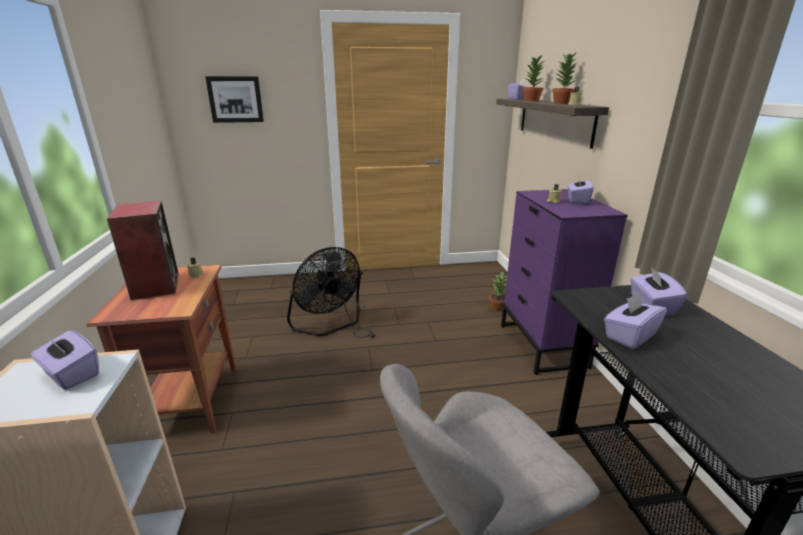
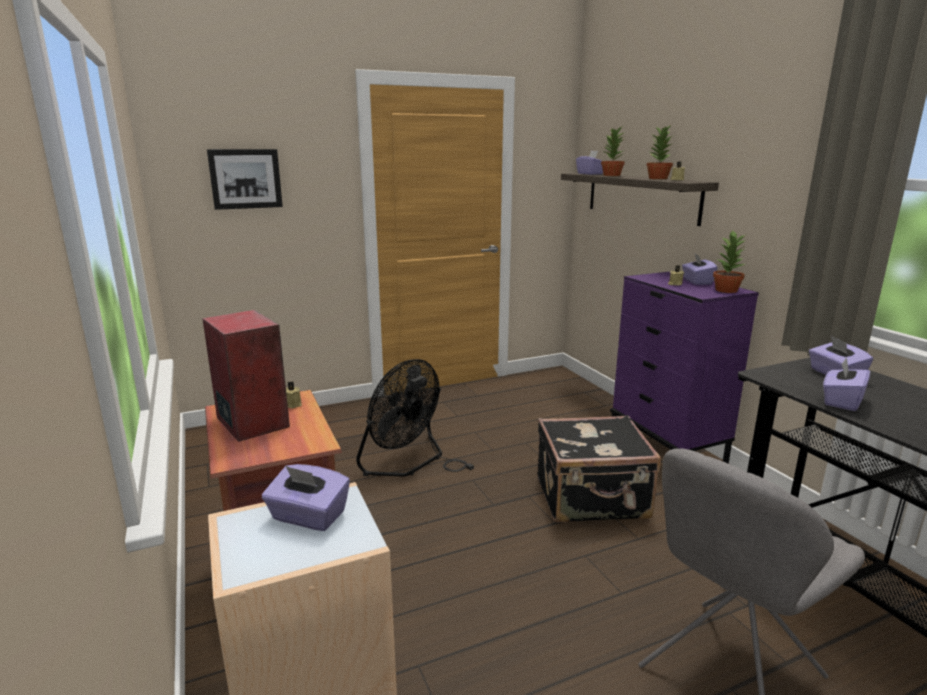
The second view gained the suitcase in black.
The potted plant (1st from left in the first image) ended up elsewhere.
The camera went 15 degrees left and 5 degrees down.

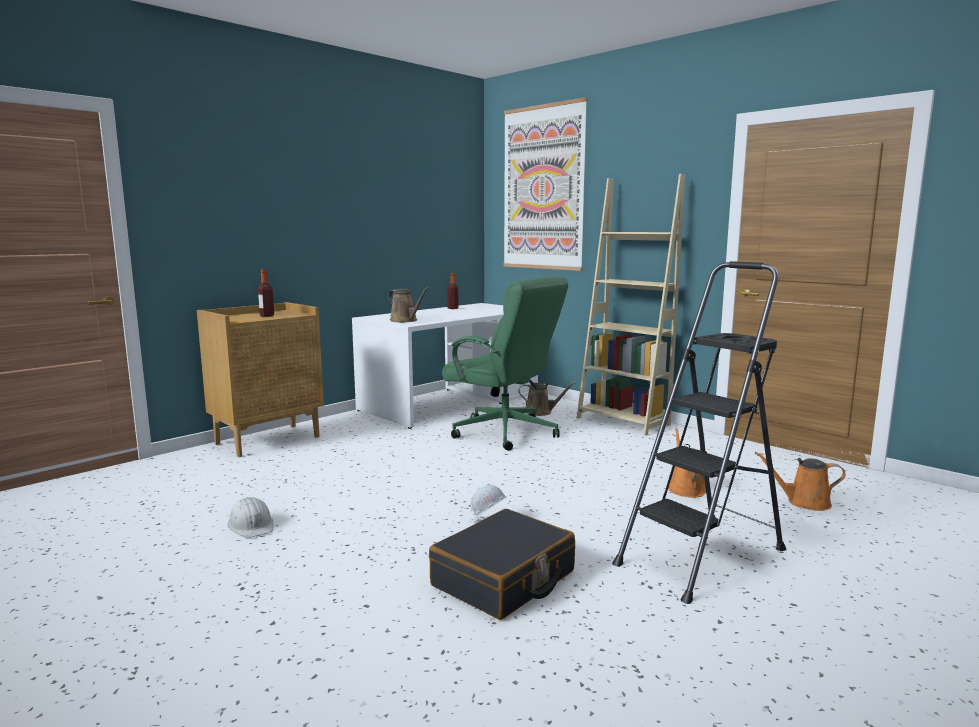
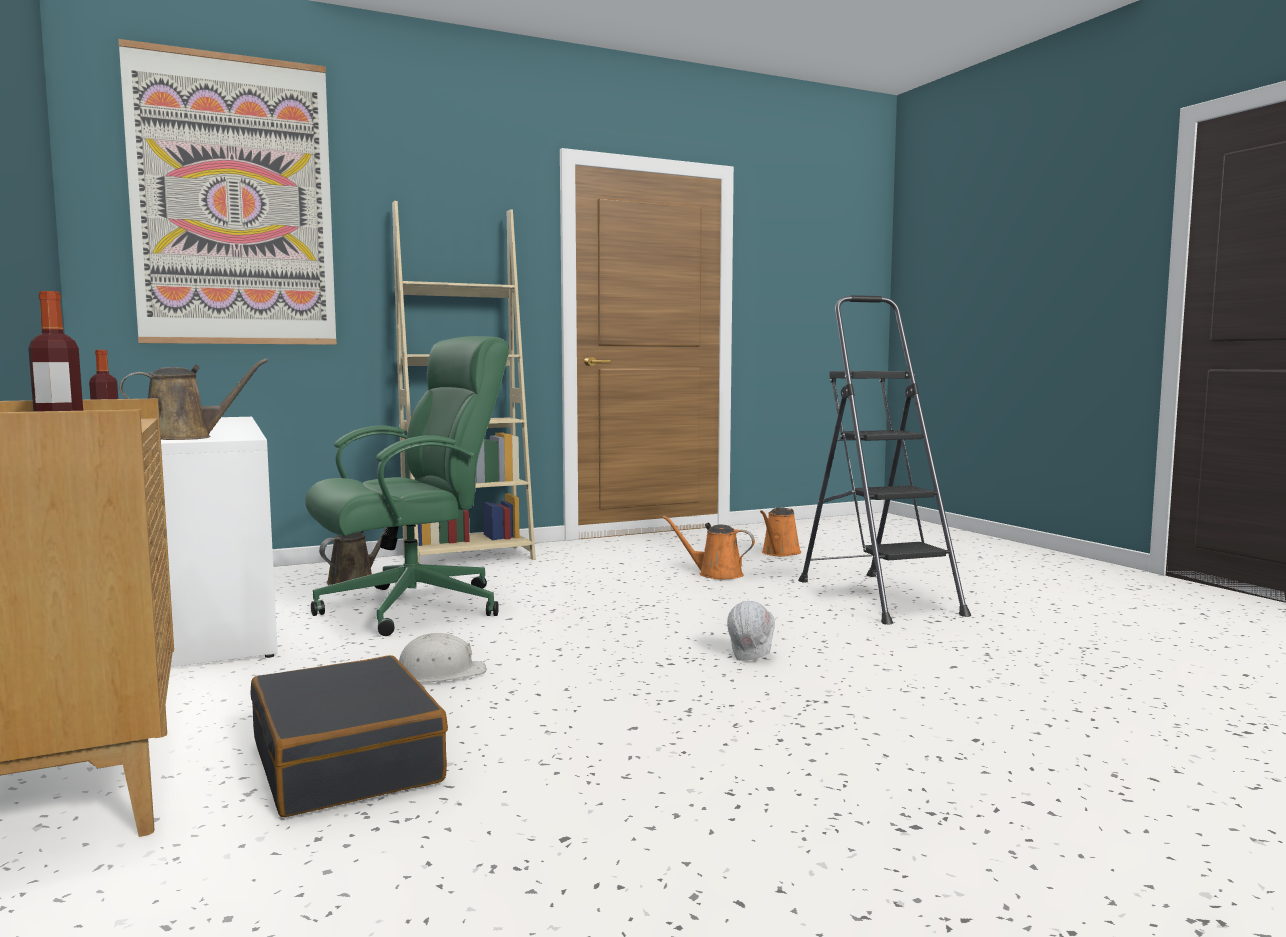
The suitcase in black ended up elsewhere.
The hard hat in white (1st from left) ended up elsewhere.
The camera went 70 degrees left and 5 degrees down.

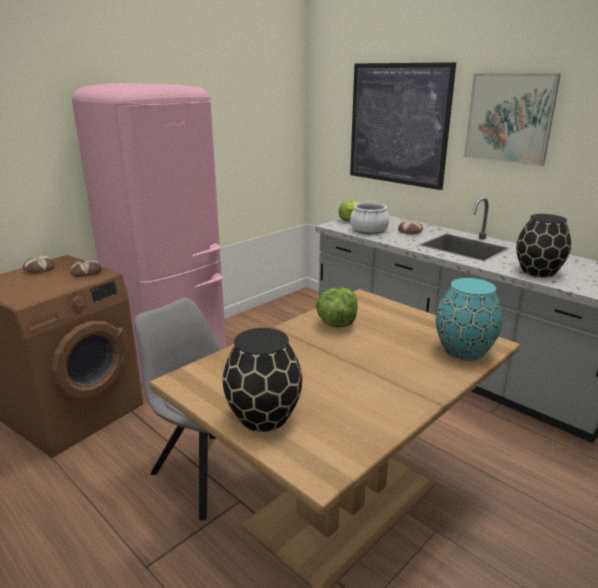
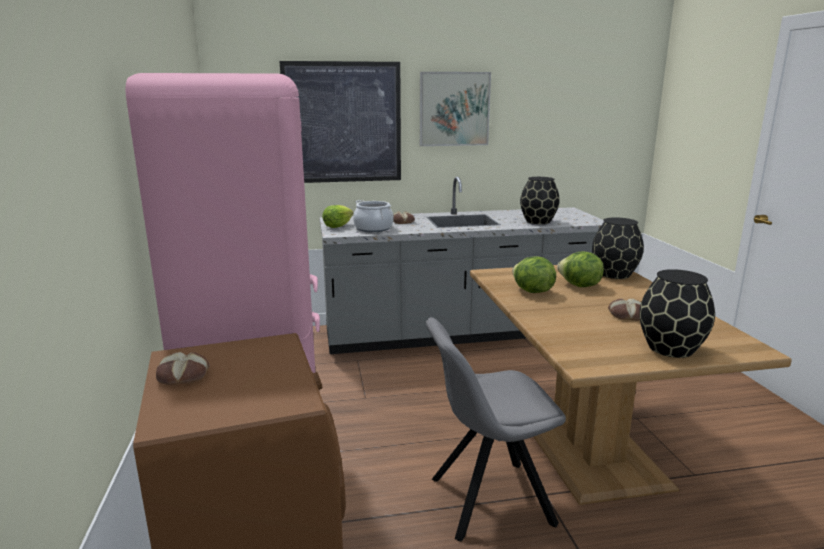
The second view gained the lettuce (3rd from left).
What was the vase in turquoise turned into the vase in black (2nd from left).
The bread (2nd from left in the first image) ended up elsewhere.
The camera went 55 degrees left and 5 degrees down.

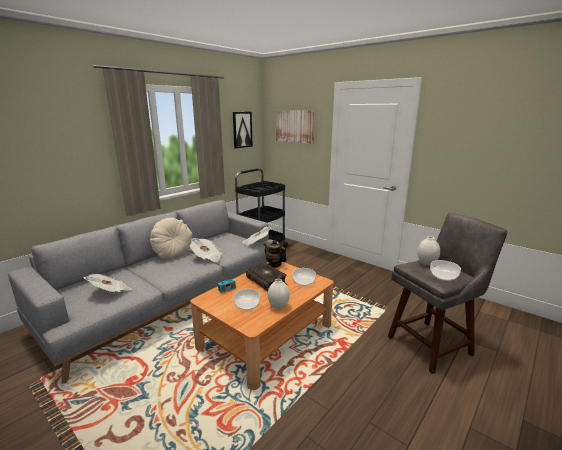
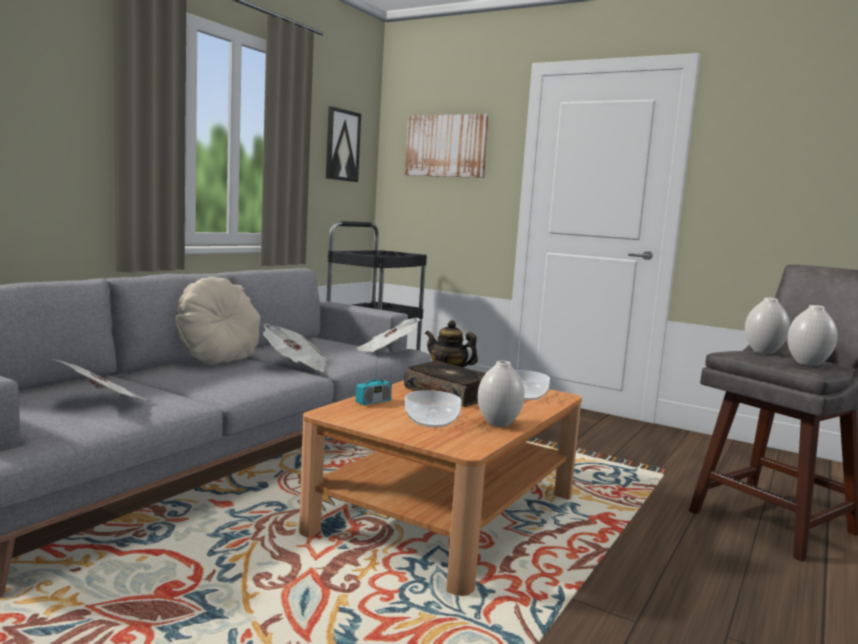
Where the bowl (3rd from left) stood, the vase in white (3rd from left) came to stand.
The camera went 10 degrees left and 10 degrees down.

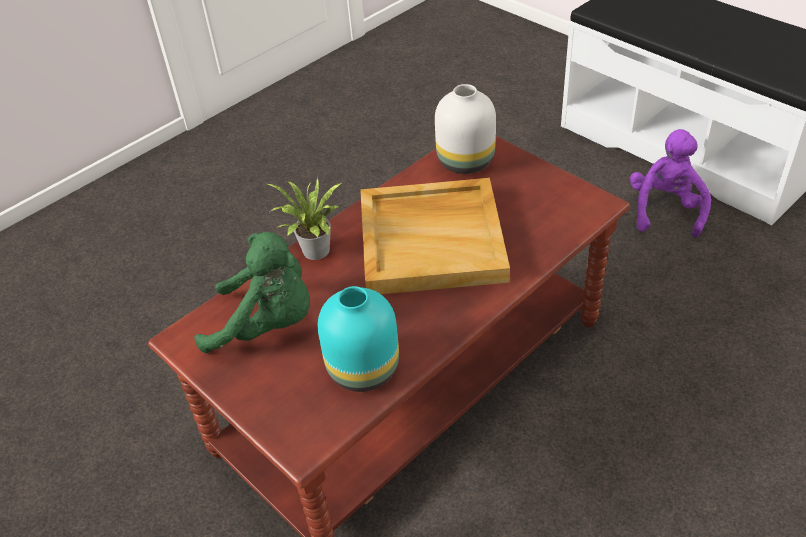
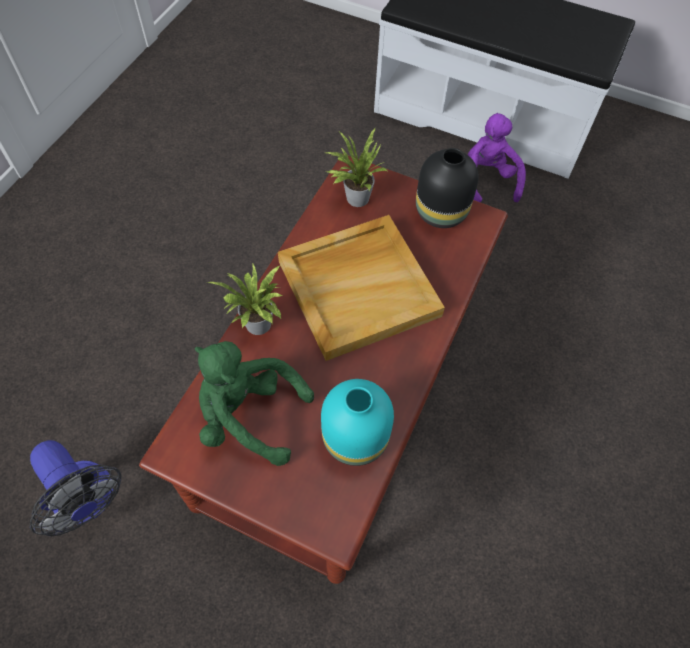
The second view gained the fan.
The plush toy in green ended up facing another way, 150 degrees counterclockwise from before.
Where the vase in white stood, the potted plant (2nd from left) came to stand.
The second view gained the vase in black.
The camera went 25 degrees left and 15 degrees up.

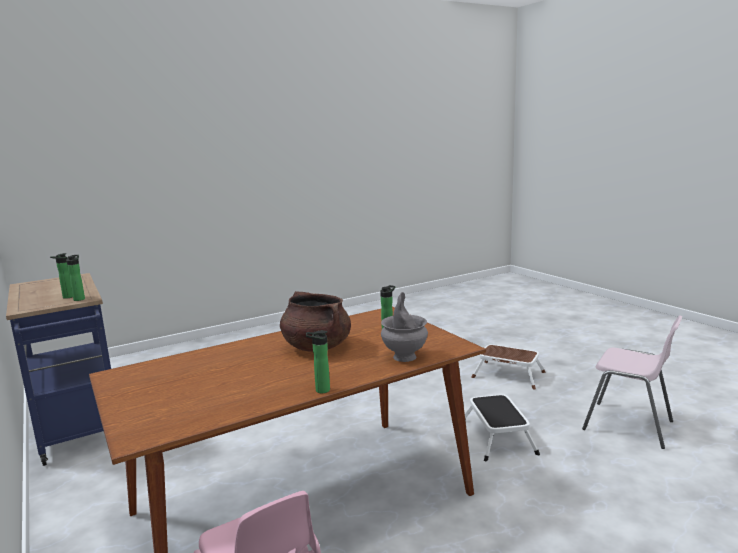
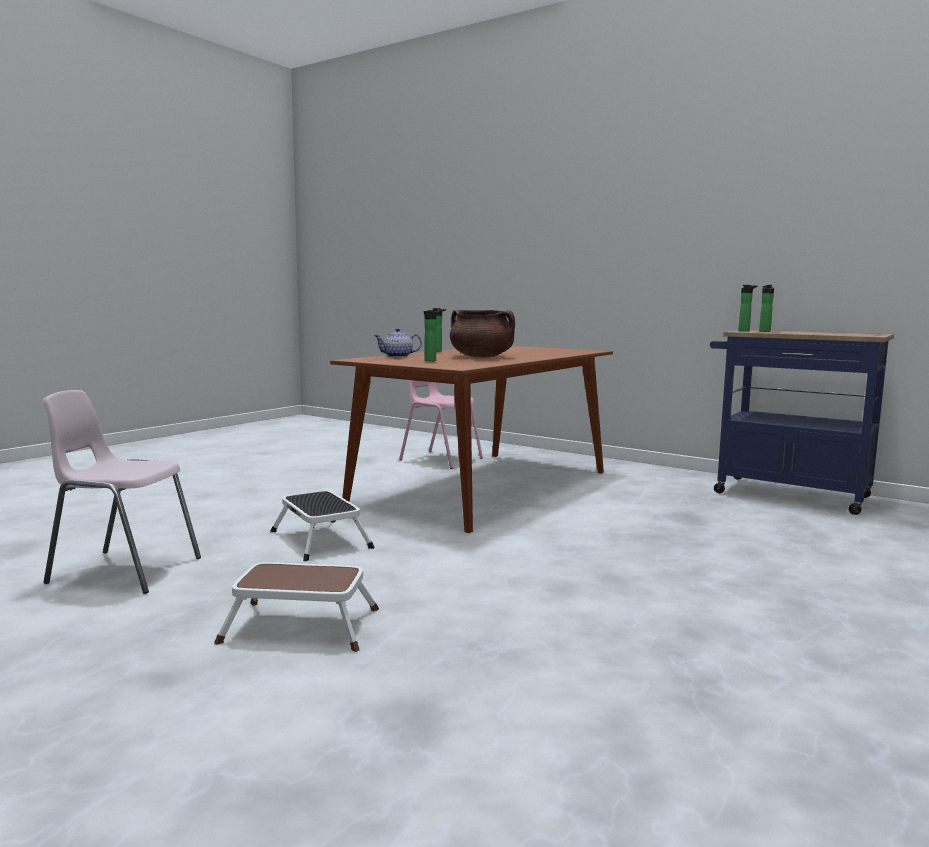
Where the vase in grey stood, the teapot came to stand.
The camera went 155 degrees right and 5 degrees down.

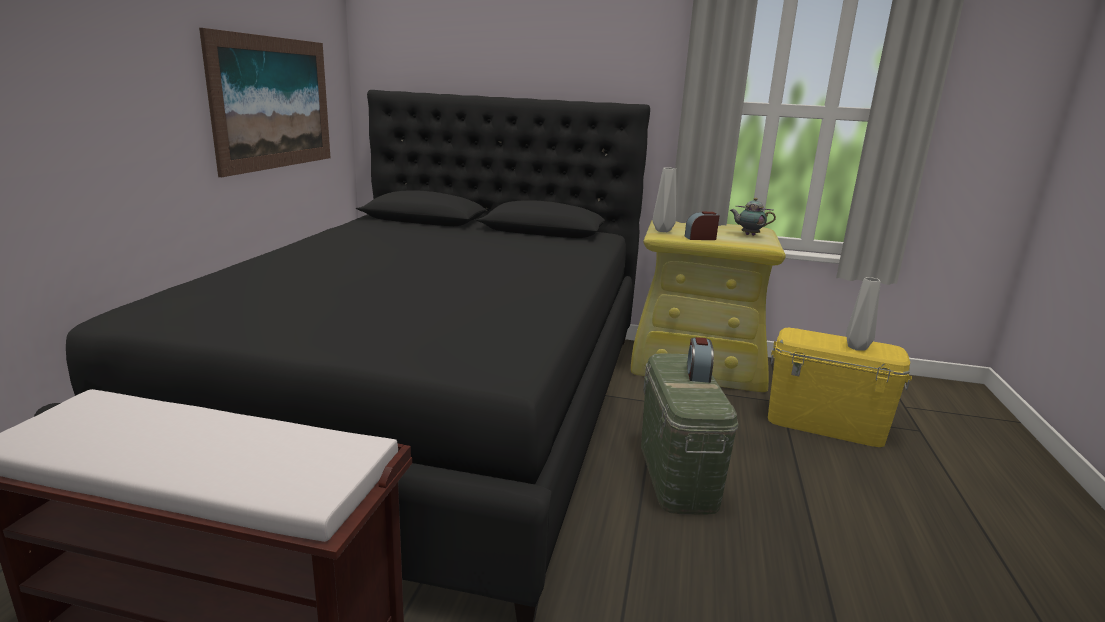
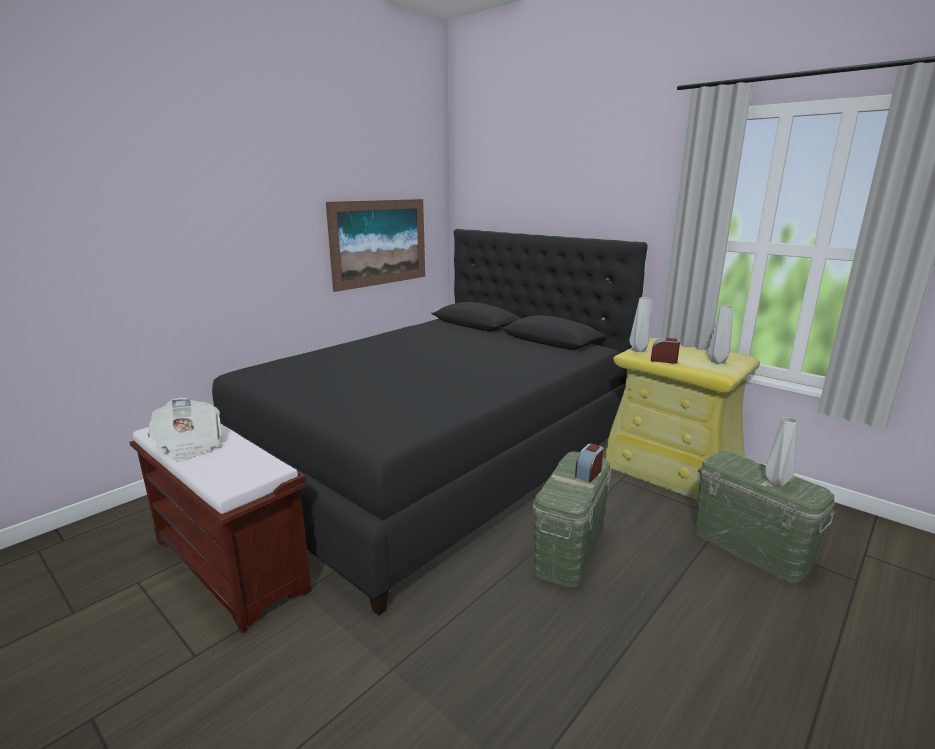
The second view gained the newspaper.
What was the storage box in yellow turned into the storage box in green (2nd from left).
Where the teapot stood, the vase in grey (2nd from left) came to stand.
The camera went 30 degrees right and 0 degrees up.

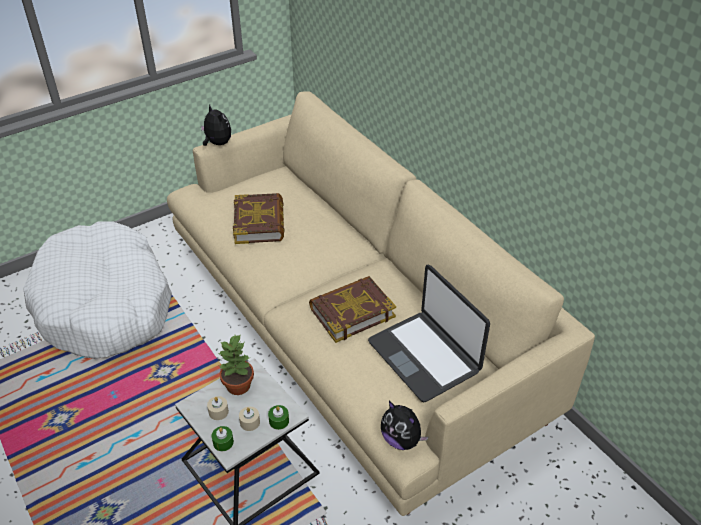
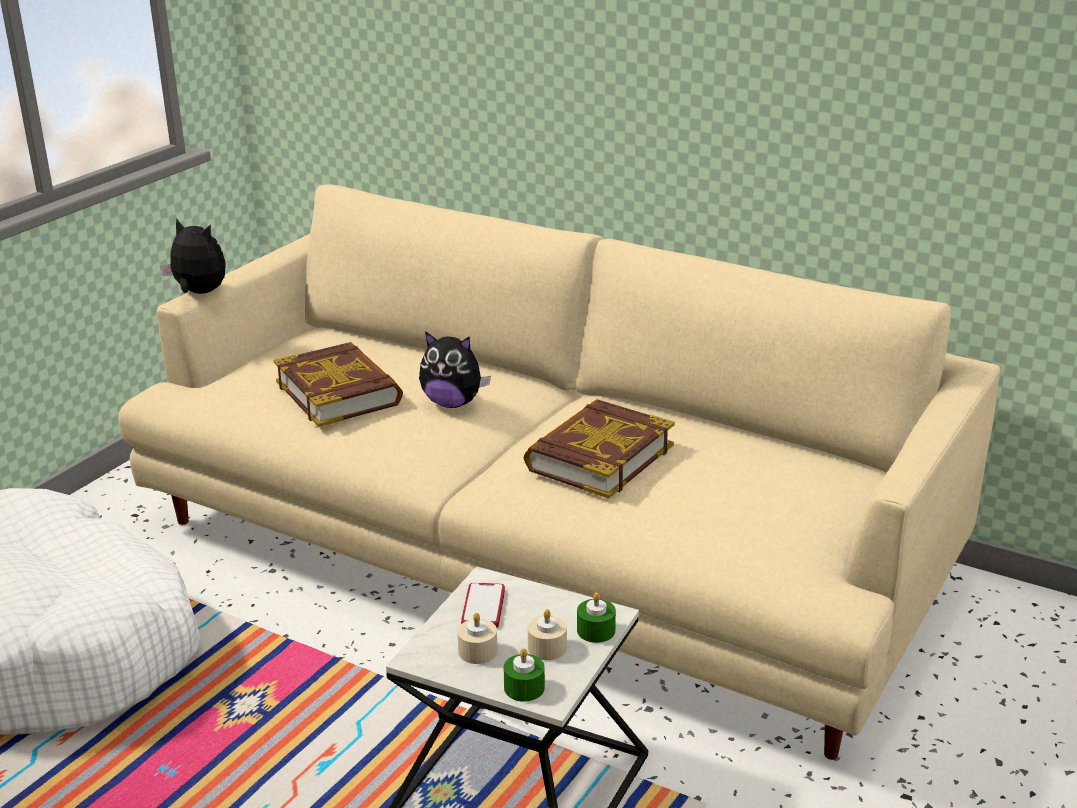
The plush toy (2nd from left) ended up elsewhere.
Where the potted plant stood, the phone came to stand.
The second view lost the laptop.
The camera went 25 degrees left and 15 degrees down.

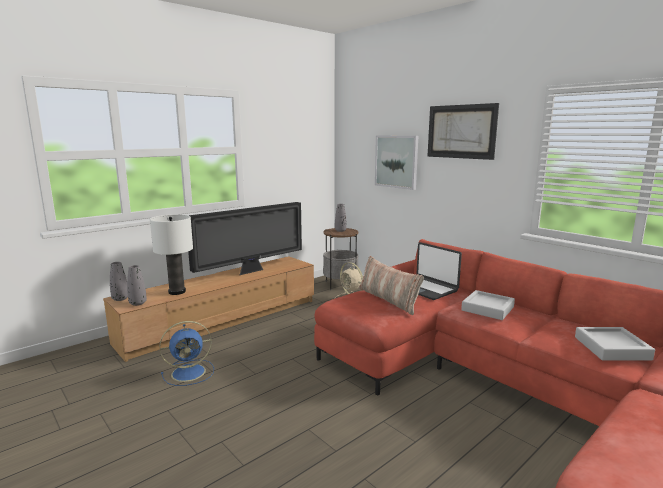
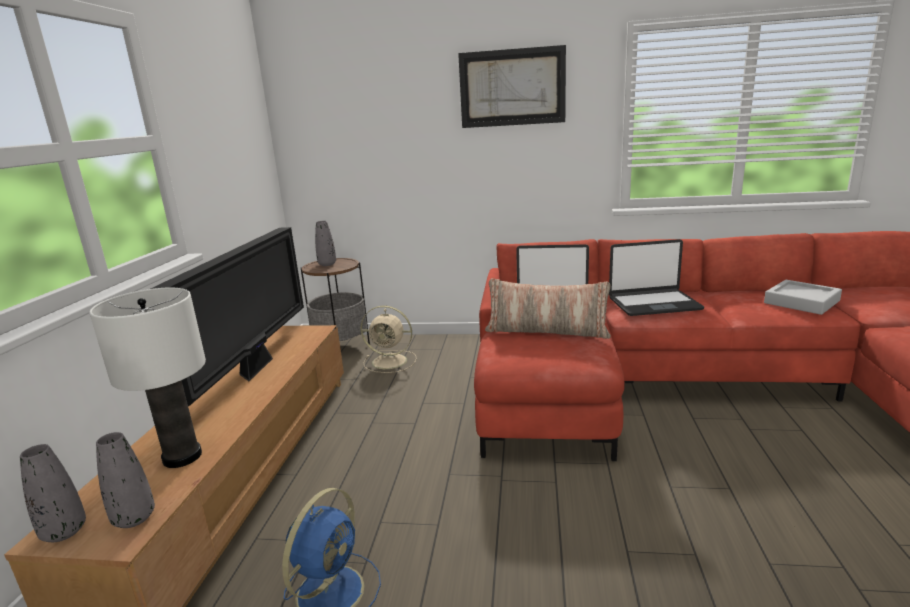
Where the tray in grey (1st from left) stood, the laptop (2nd from left) came to stand.
The second view lost the picture (1st from left).
The camera went 40 degrees left and 5 degrees up.

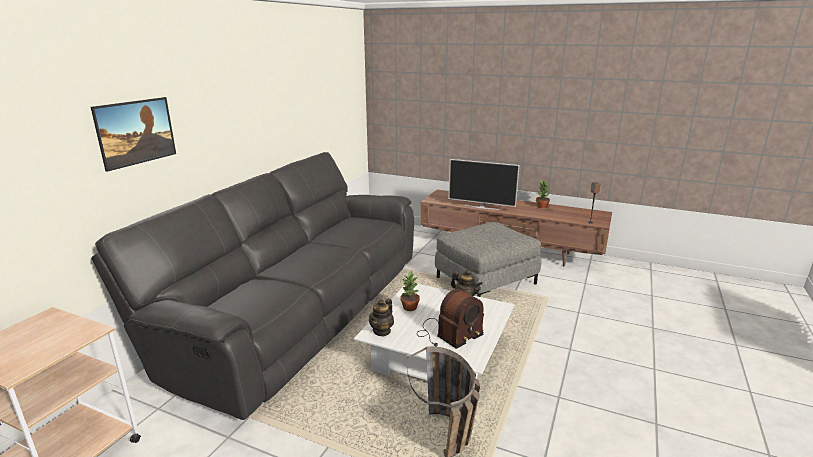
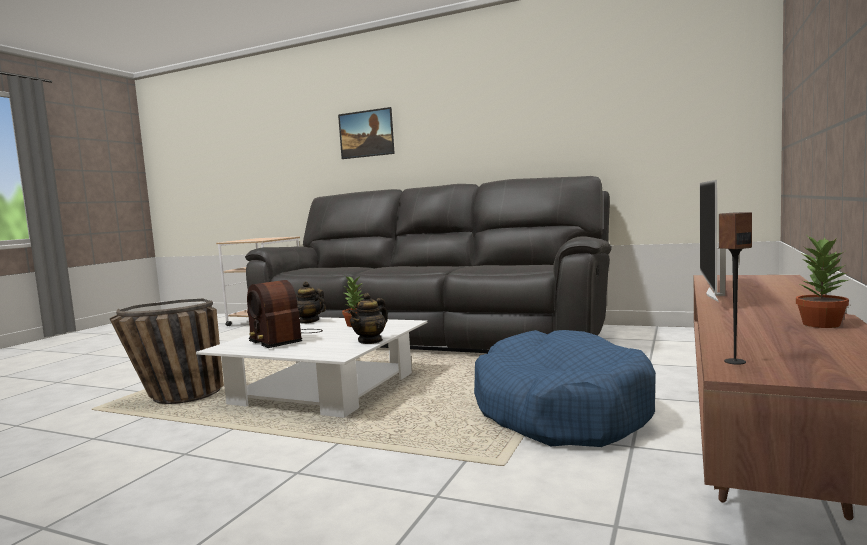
Where the ottoman in grey stood, the dog bed in blue came to stand.
The camera went 90 degrees right and 15 degrees down.

